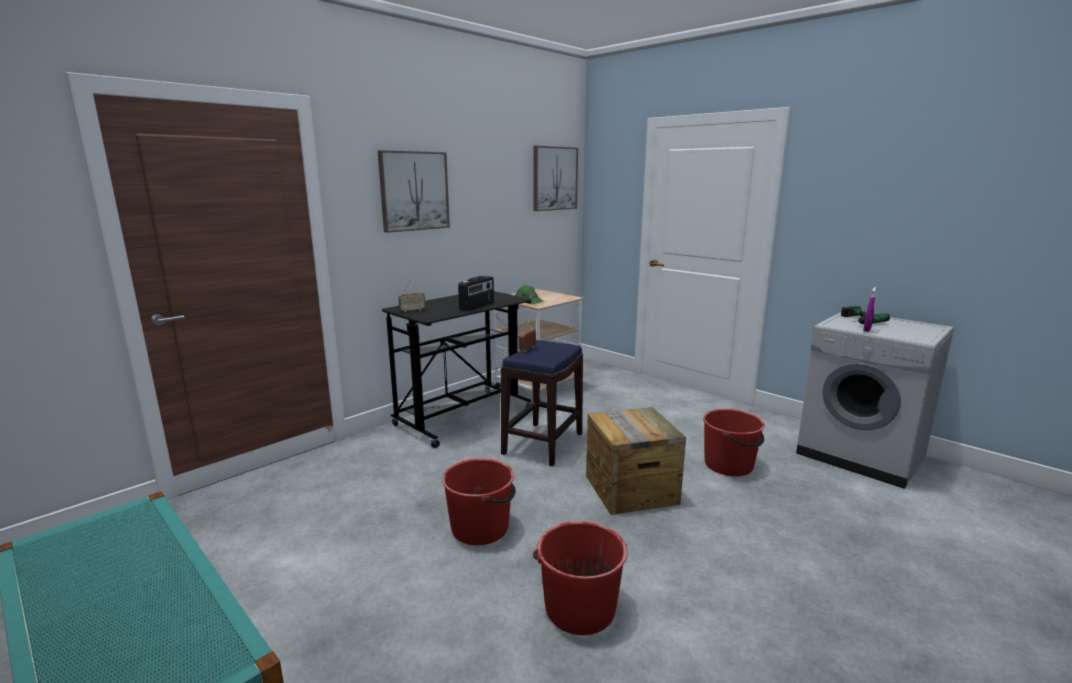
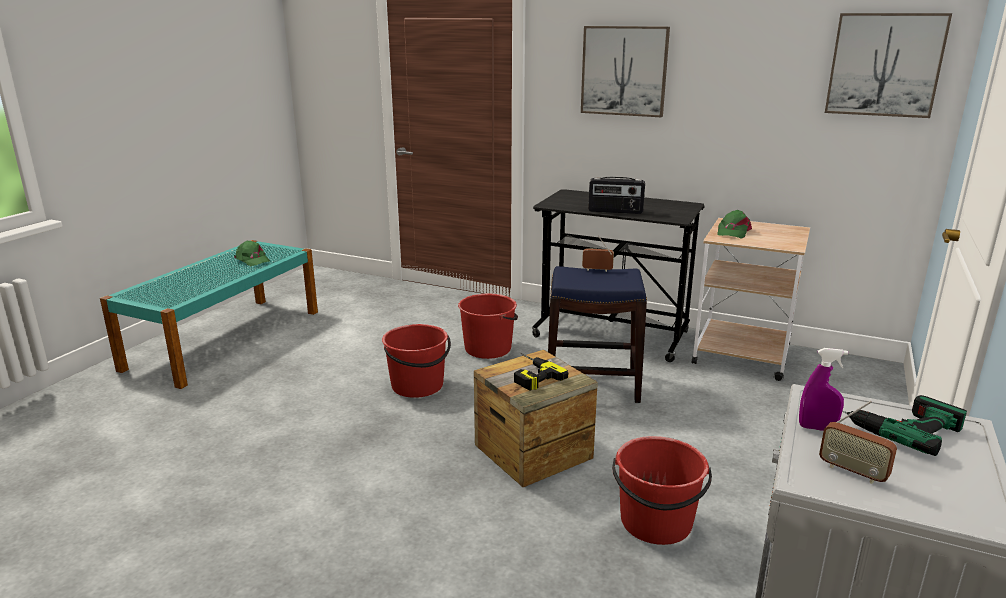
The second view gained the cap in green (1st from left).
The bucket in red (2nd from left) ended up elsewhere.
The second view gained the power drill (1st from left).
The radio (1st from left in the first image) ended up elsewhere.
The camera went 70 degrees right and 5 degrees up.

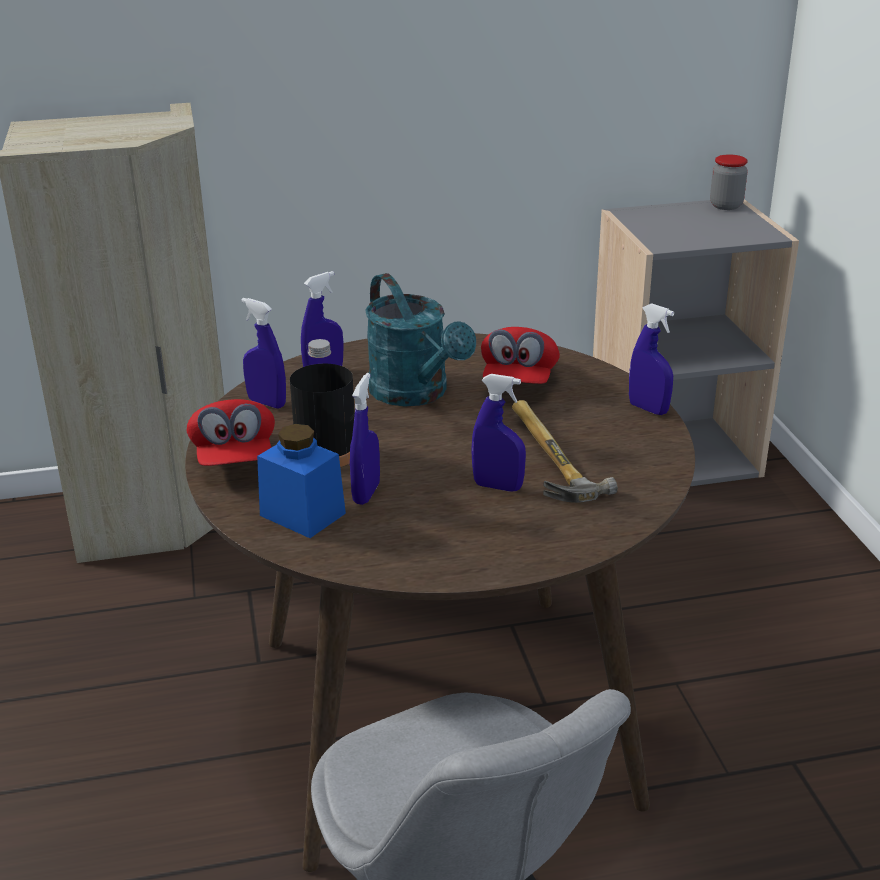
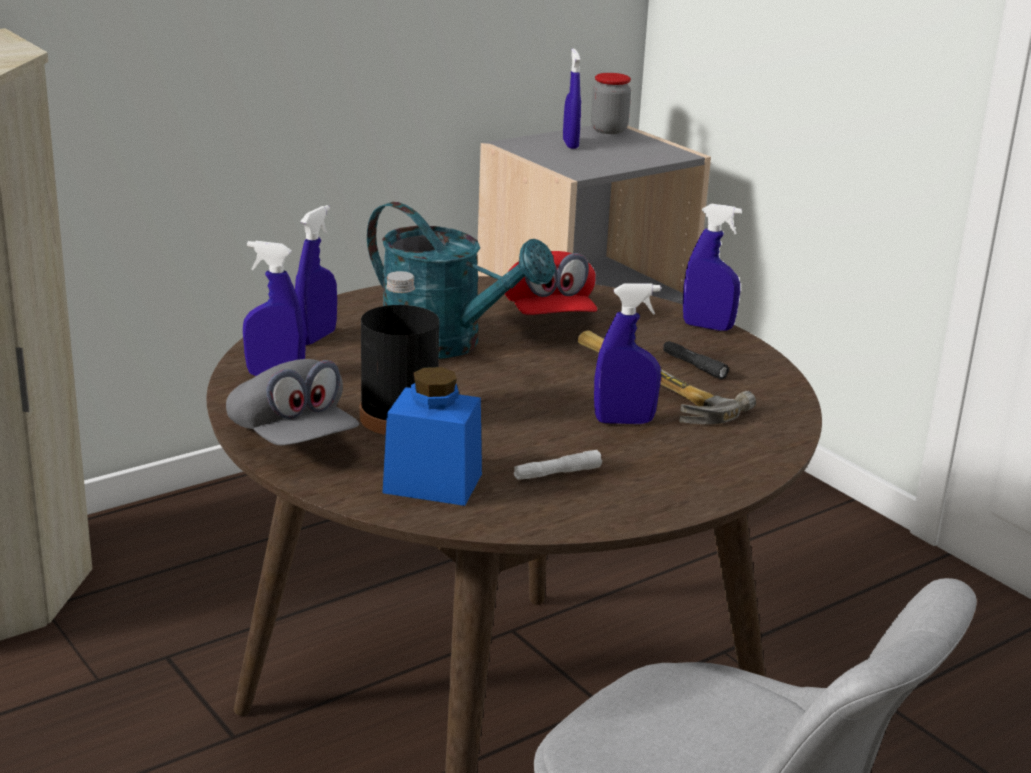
What was the cap in red (1st from left) turned into the cap in grey.
The second view gained the flashlight in white.
The spray bottle in blue (3rd from left) ended up elsewhere.
The second view gained the flashlight in black.
The camera went 25 degrees left and 5 degrees down.

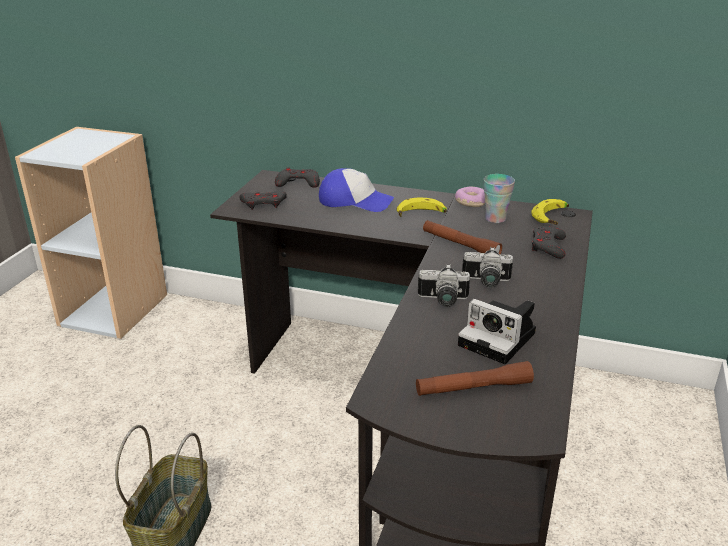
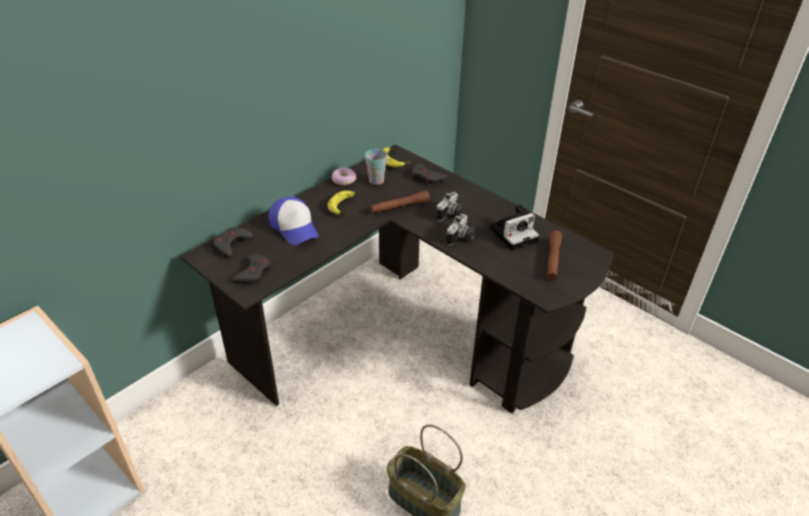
The cap ended up facing another way, 105 degrees clockwise from before.
The camera went 65 degrees left and 10 degrees up.

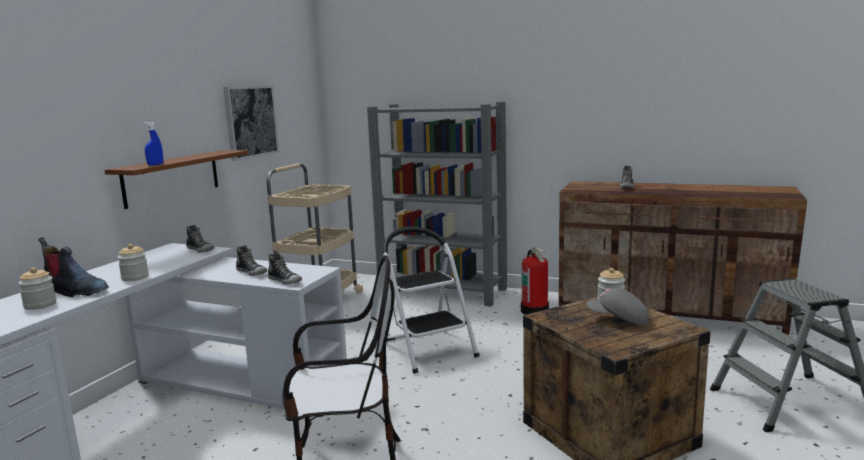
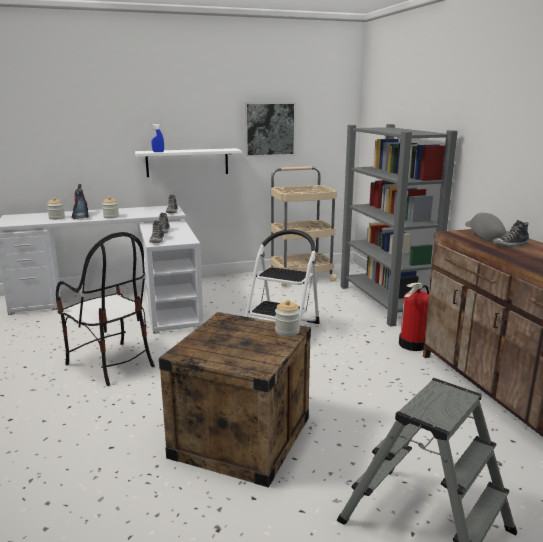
What was the shelf in brown turned into the shelf in white.
The cap in grey ended up elsewhere.
The camera went 50 degrees right and 5 degrees up.

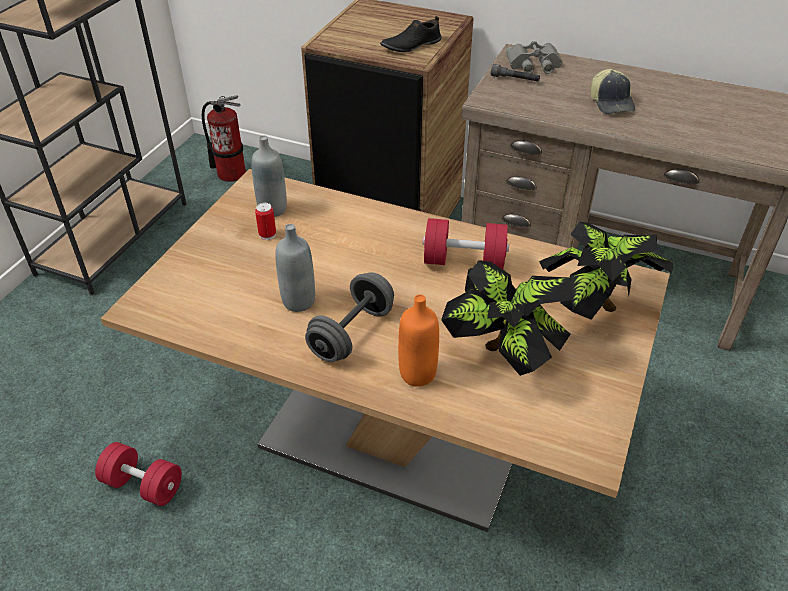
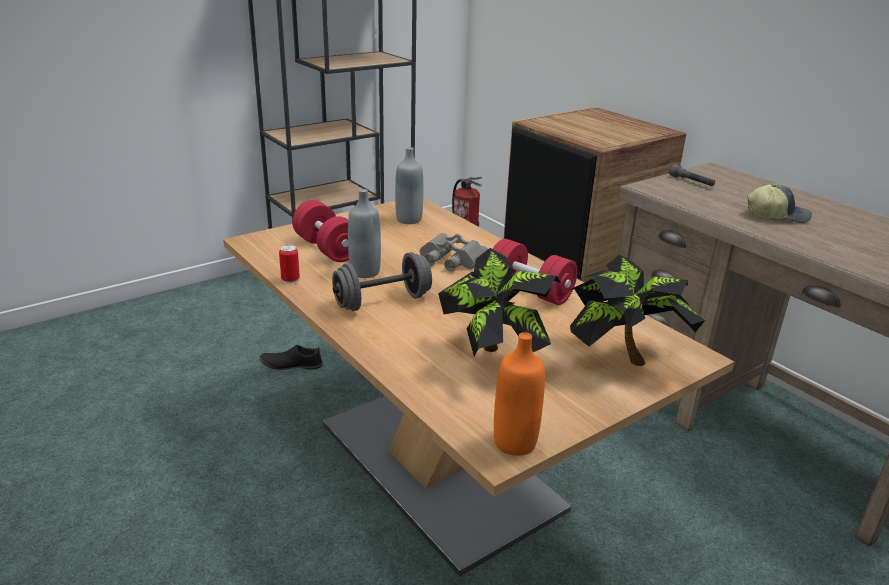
The shoe in black ended up elsewhere.
The can ended up elsewhere.
The dumbbell in red (1st from left) ended up elsewhere.
The binoculars in grey ended up elsewhere.
The bottle in orange ended up elsewhere.
The cap ended up facing another way, 105 degrees counterclockwise from before.
The camera went 30 degrees right and 15 degrees down.

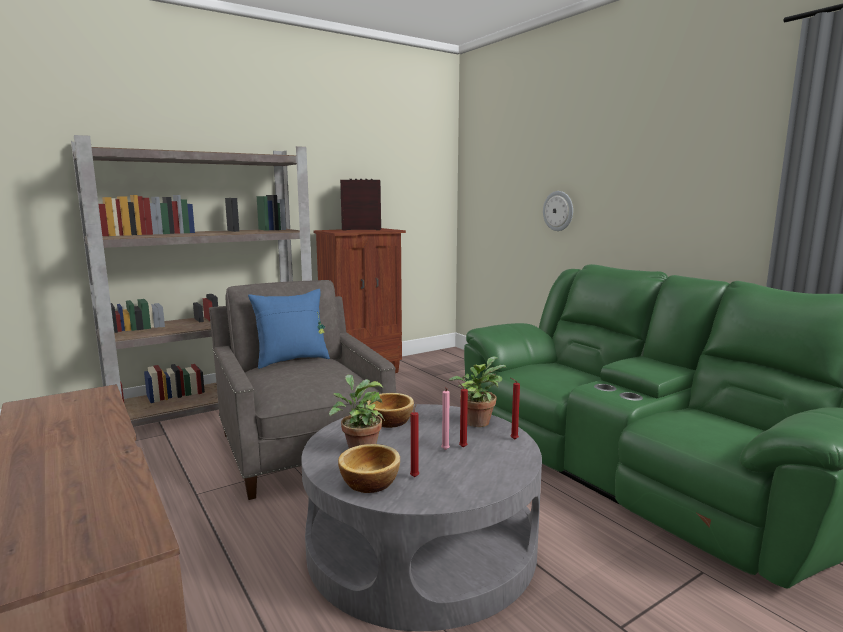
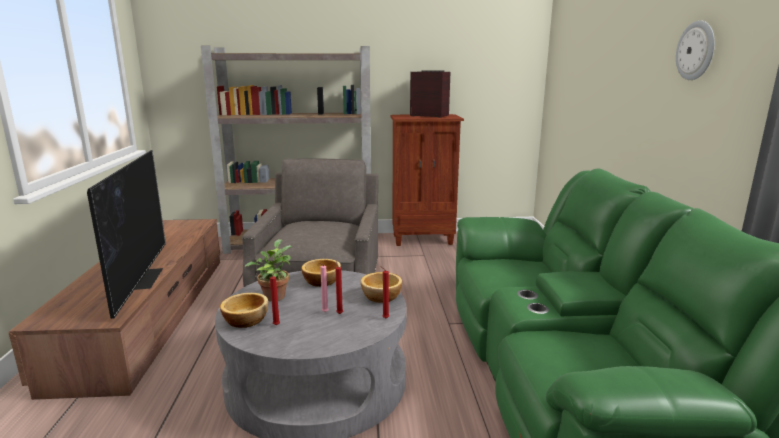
The second view gained the television.
Where the potted plant (2nd from left) stood, the bowl (3rd from left) came to stand.
The wall clock ended up elsewhere.
The second view lost the pillow in blue.
The camera went 30 degrees right and 5 degrees up.

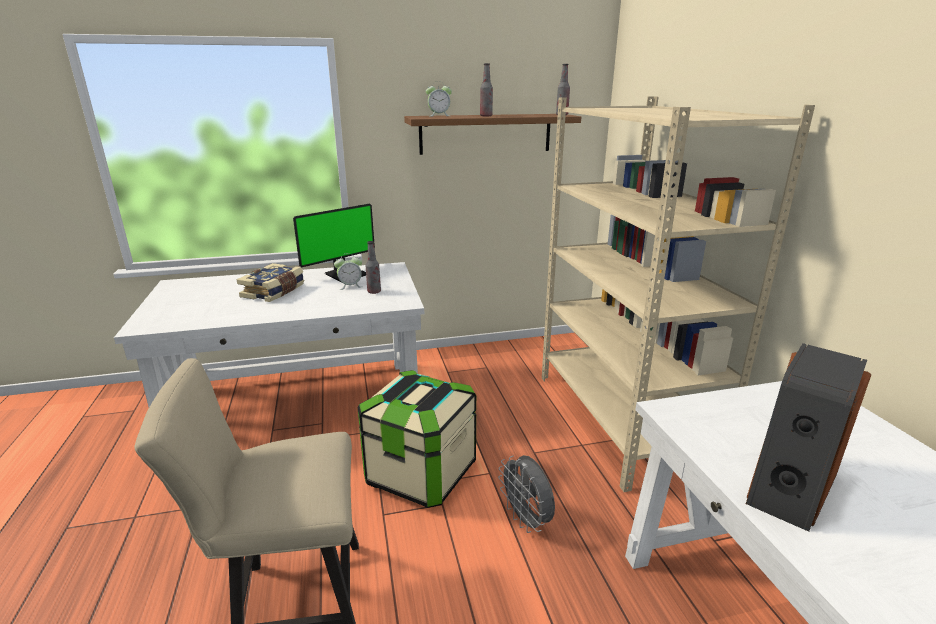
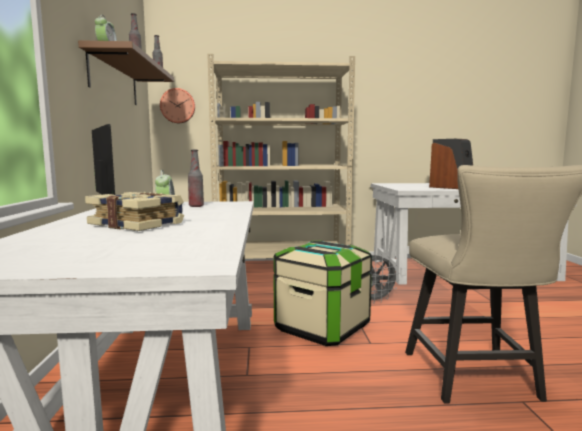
The second view gained the wall clock.
The camera went 80 degrees left and 15 degrees down.

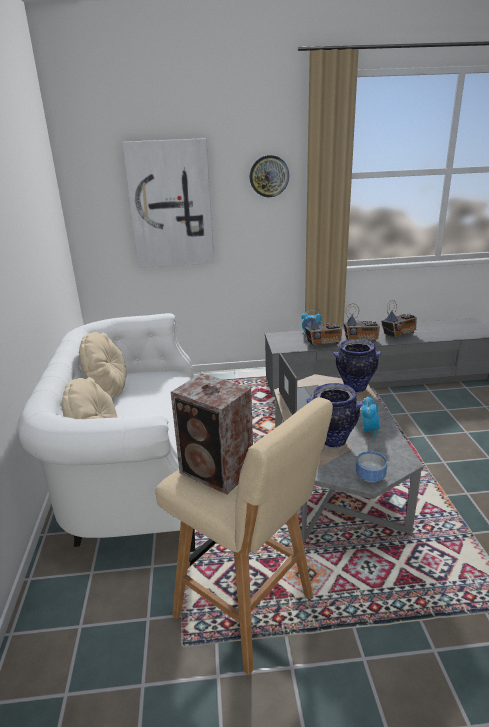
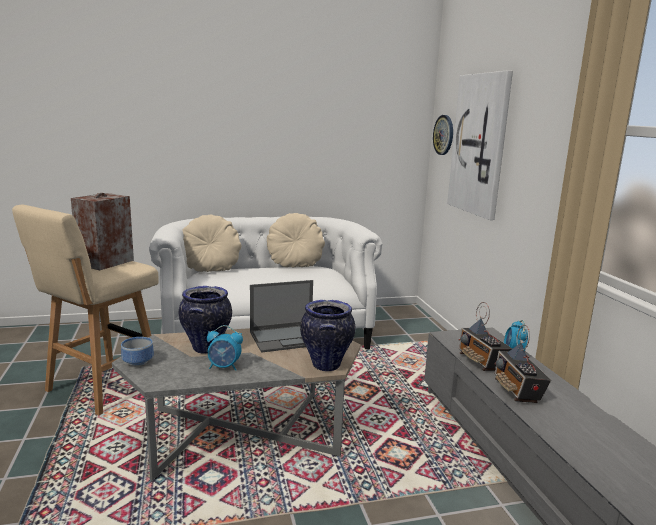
The wall clock ended up elsewhere.
The second view lost the radio (3rd from left).
The camera went 80 degrees right and 10 degrees down.

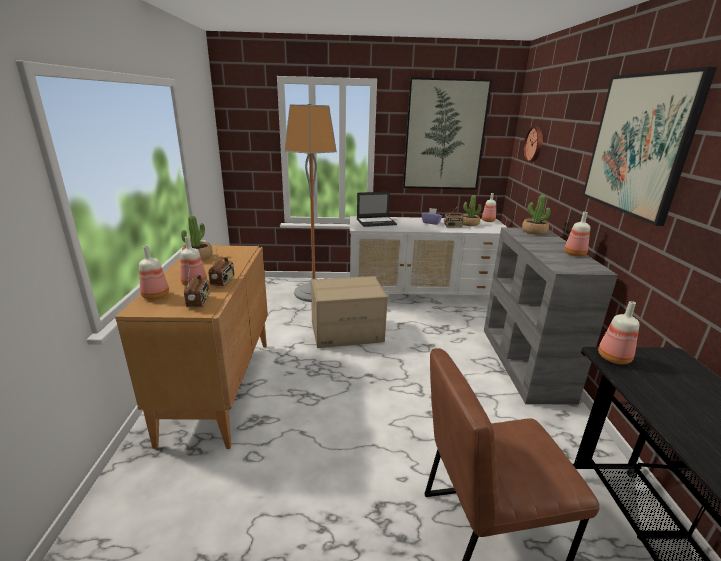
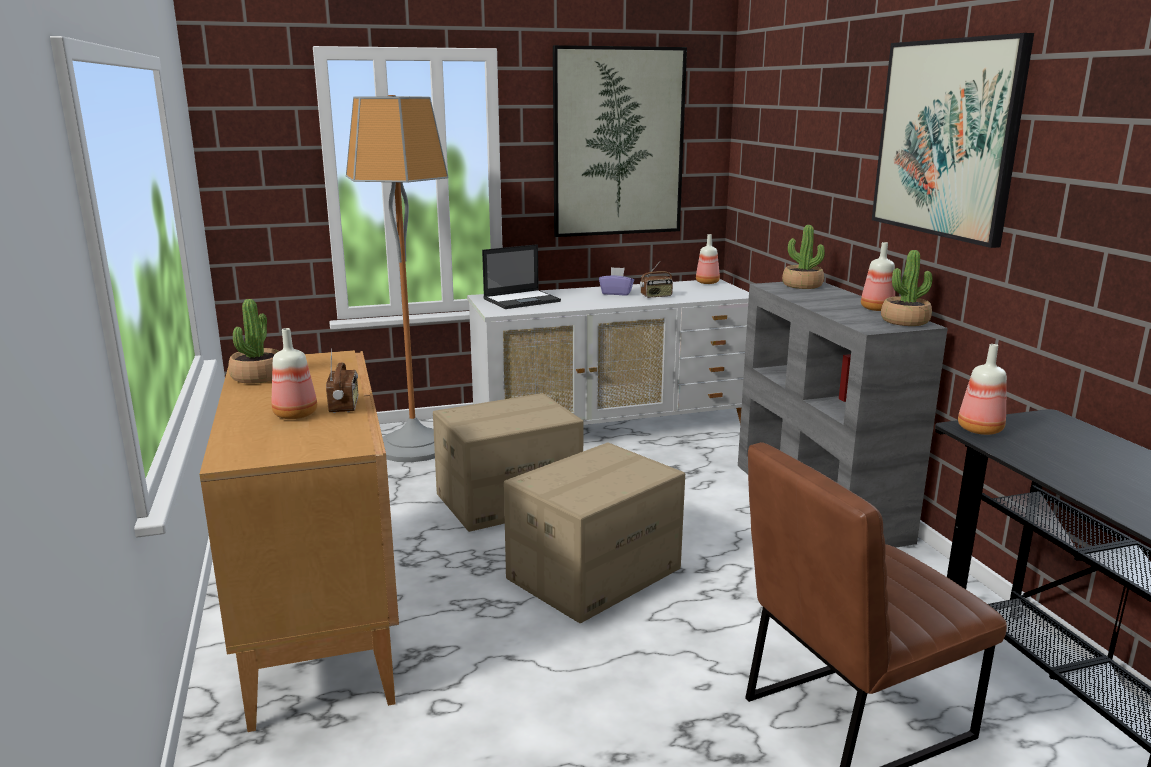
The second view gained the cardboard box (2nd from left).
The potted plant (2nd from left in the first image) ended up elsewhere.
The second view lost the bottle (1st from left).
The second view lost the radio (1st from left).
The second view lost the wall clock.
The camera went 15 degrees left and 5 degrees down.

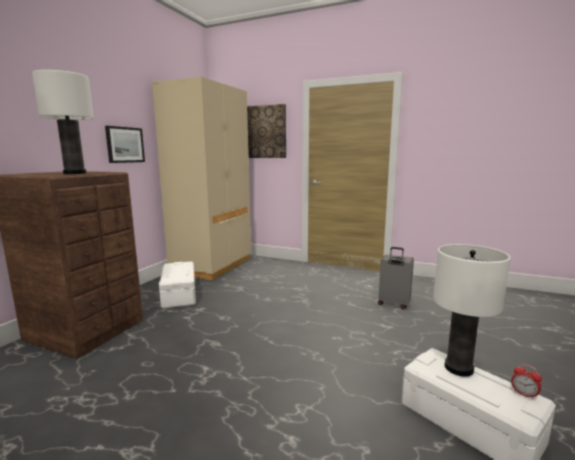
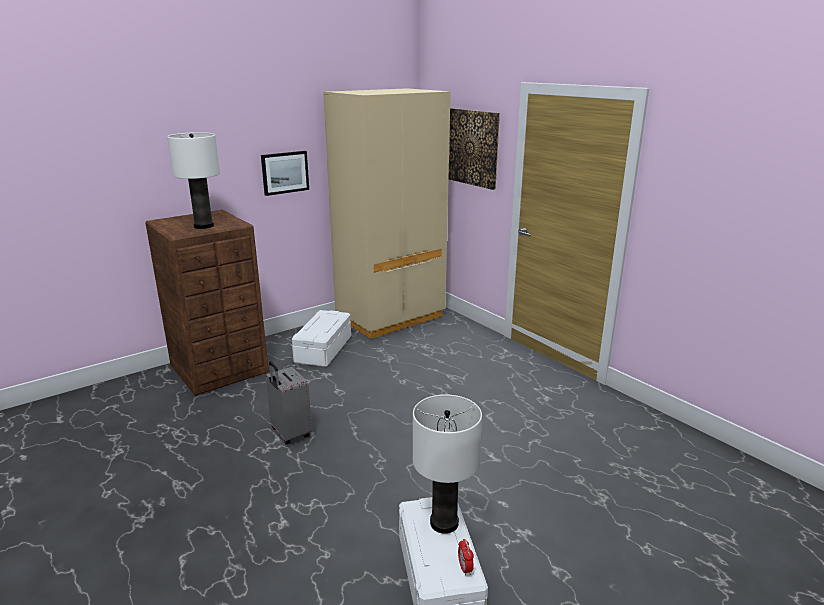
The suitcase in grey ended up elsewhere.
The camera went 30 degrees right and 10 degrees up.

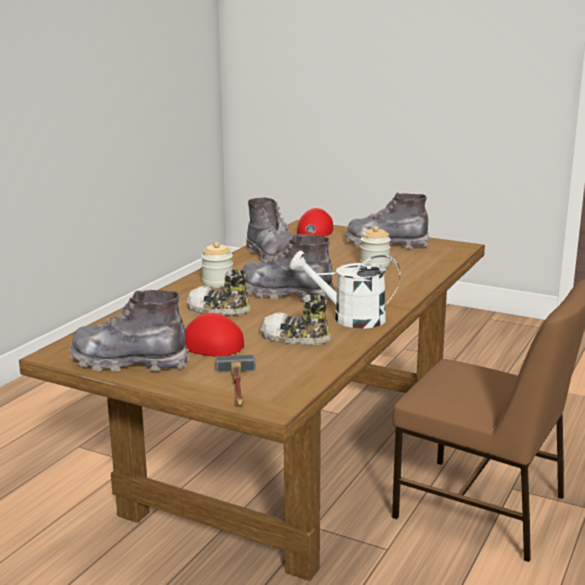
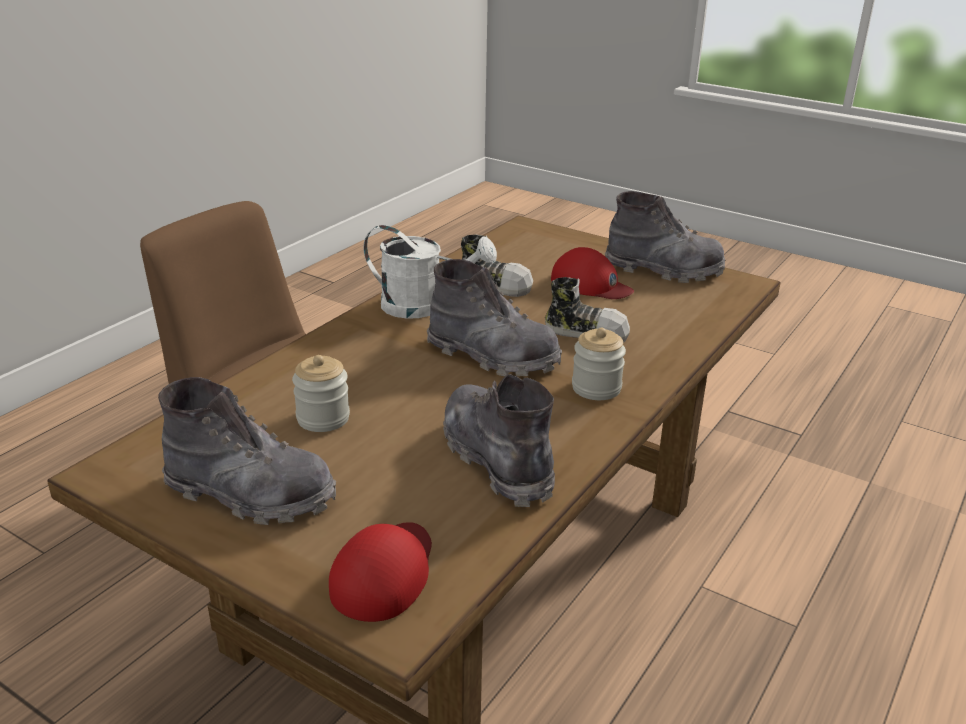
The second view lost the hammer.
The camera went 175 degrees left and 10 degrees up.

